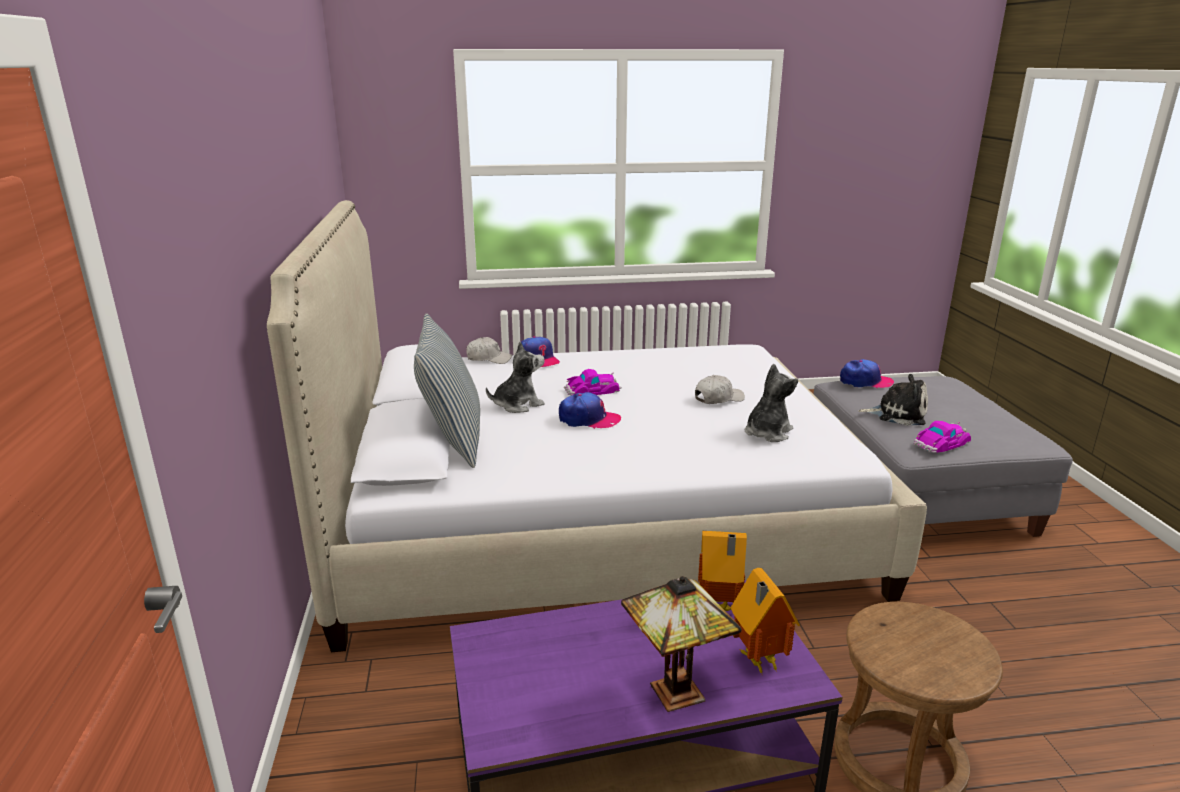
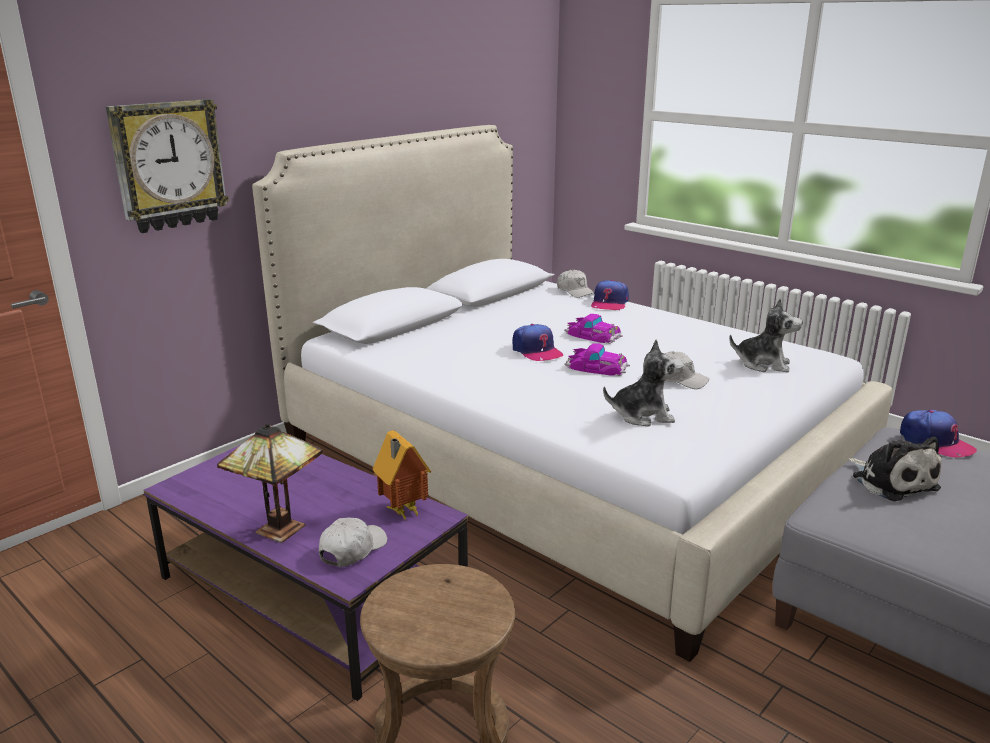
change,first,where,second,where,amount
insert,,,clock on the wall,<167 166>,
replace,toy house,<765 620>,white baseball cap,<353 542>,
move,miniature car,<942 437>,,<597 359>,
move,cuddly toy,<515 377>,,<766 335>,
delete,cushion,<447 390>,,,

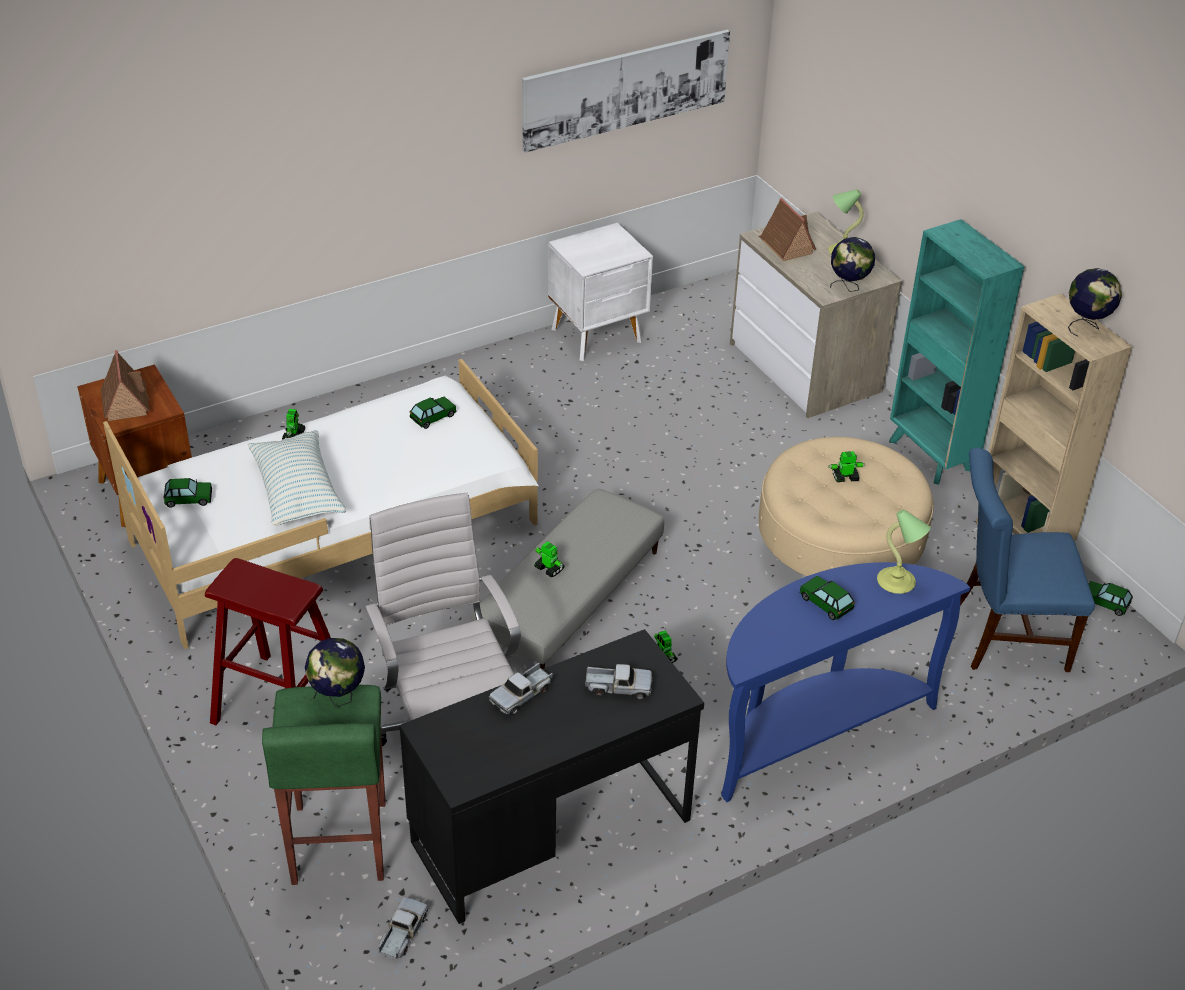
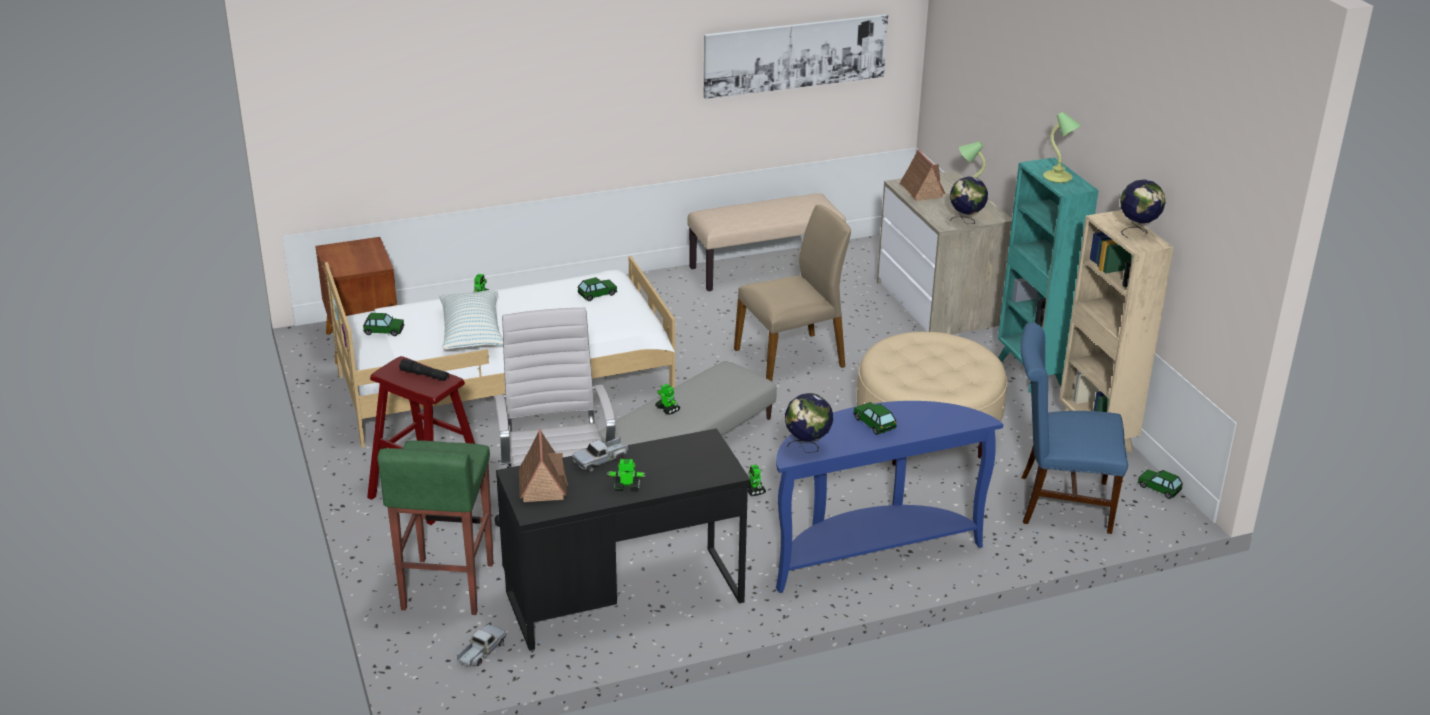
change,first,where,second,where,amount
insert,,,blackish flashlight,<424 370>,
move,toy house,<125 385>,,<543 465>,
move,toy robot,<846 466>,,<626 475>,
replace,white bedside table,<600 292>,beige-coloured long seat,<766 242>,
insert,,,beige-coloured chair,<792 292>,
move,globe,<335 672>,,<809 423>,
move,tabletop lamp,<904 551>,,<1062 147>,
delete,model truck,<619 681>,,,

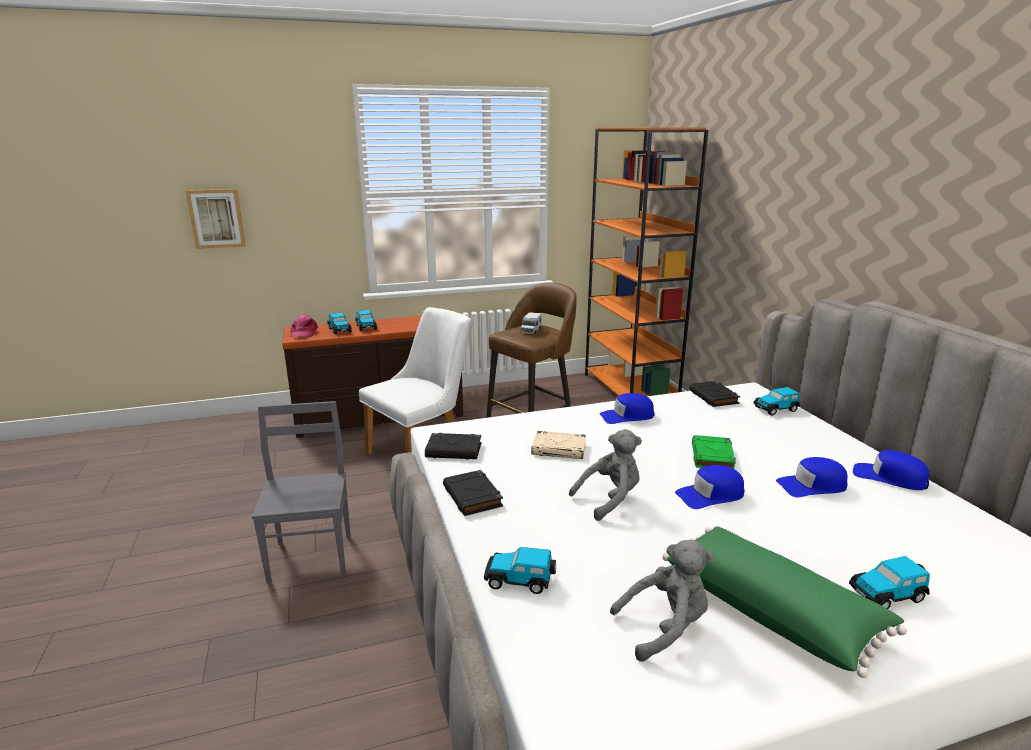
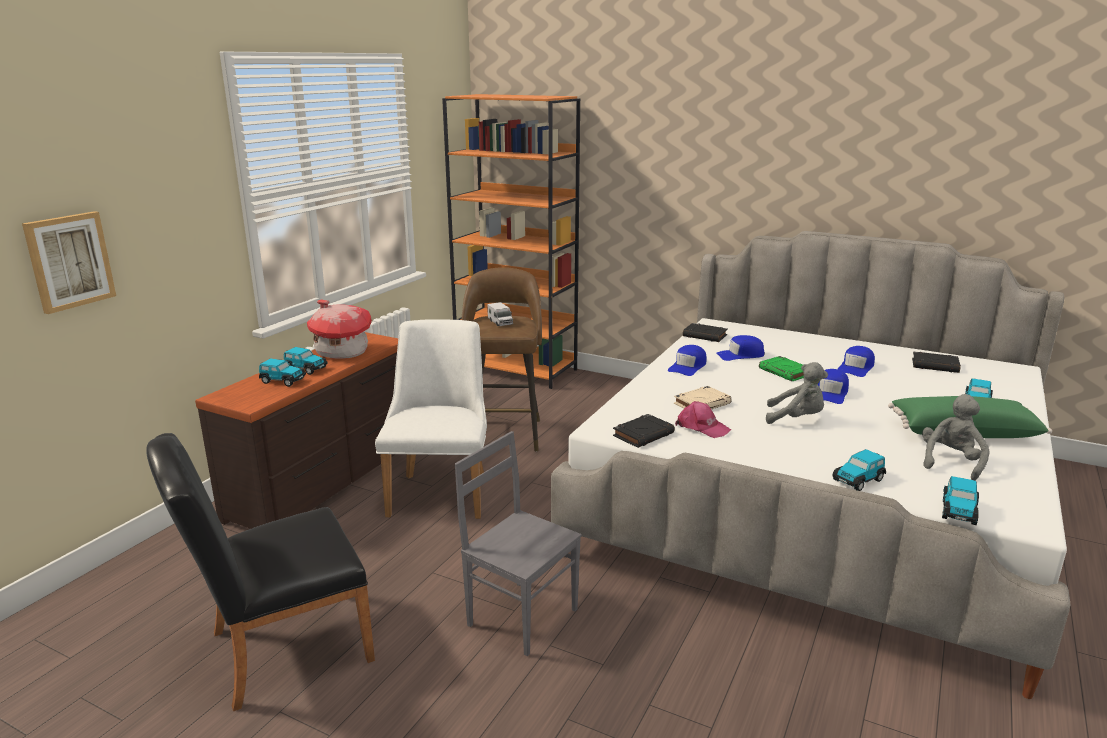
change,first,where,second,where,amount
insert,,,blackish chair,<260 572>,
insert,,,toy house,<339 329>,
move,pinkish baseball cap,<304 326>,,<703 419>,
move,blue-coloured baseball cap,<891 470>,,<740 348>,
rotate,grey cuddly toy,<605 475>,,<797 393>,90 degrees clockwise
move,blackish volume,<473 493>,,<936 362>,
move,miniature car,<777 401>,,<960 500>,

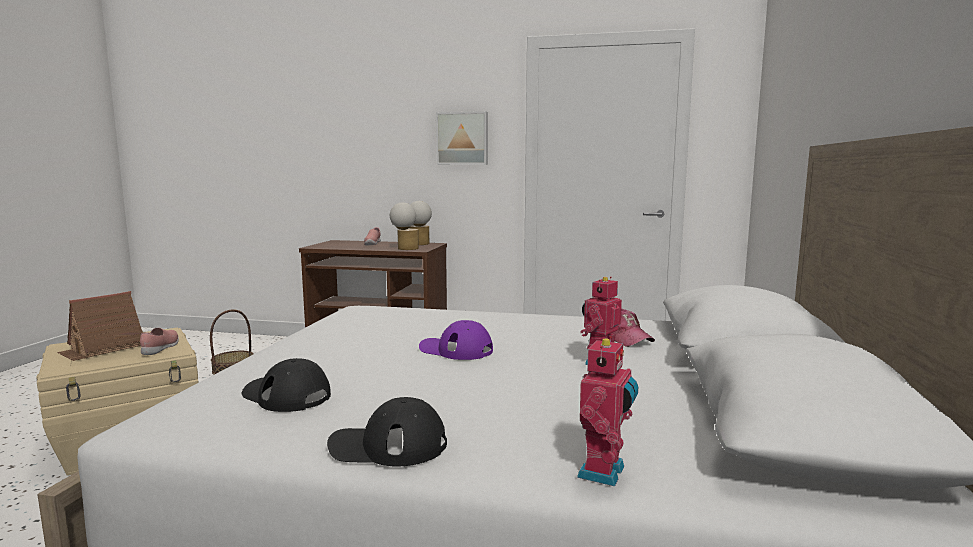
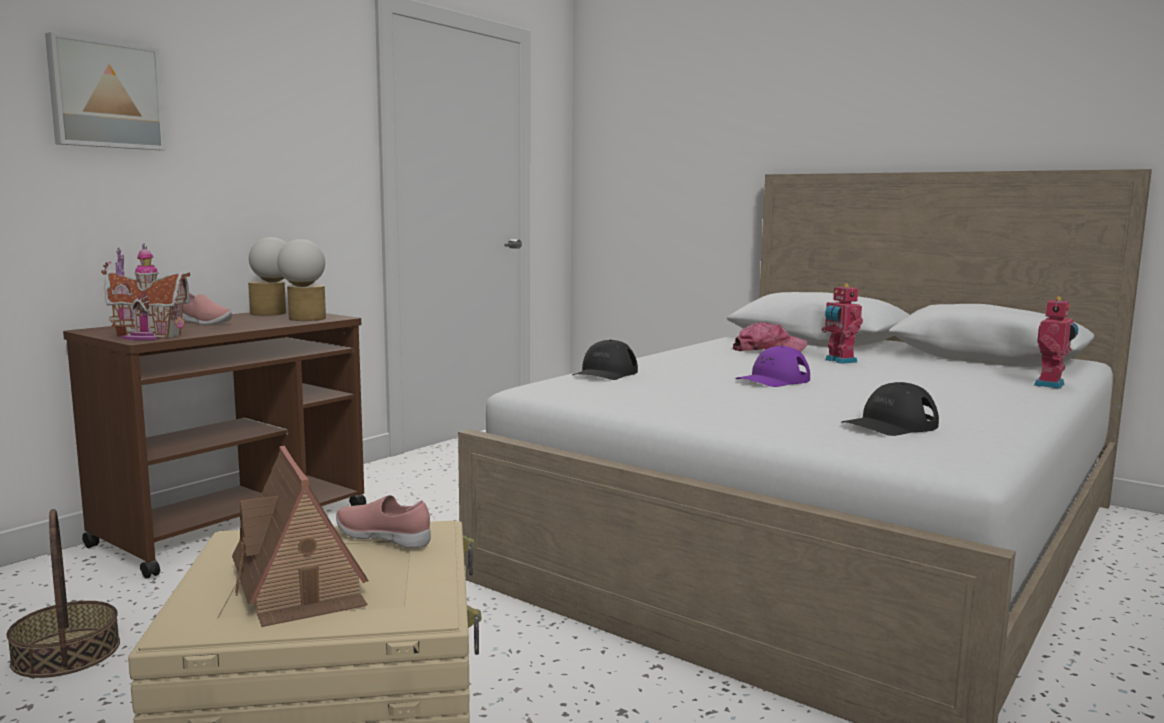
change,first,where,second,where,amount
move,wall picture,<462 138>,,<105 91>,
insert,,,toy house,<146 292>,
move,blackish baseball cap,<387 431>,,<605 360>,
rotate,toy robot,<607 411>,,<1056 342>,75 degrees clockwise

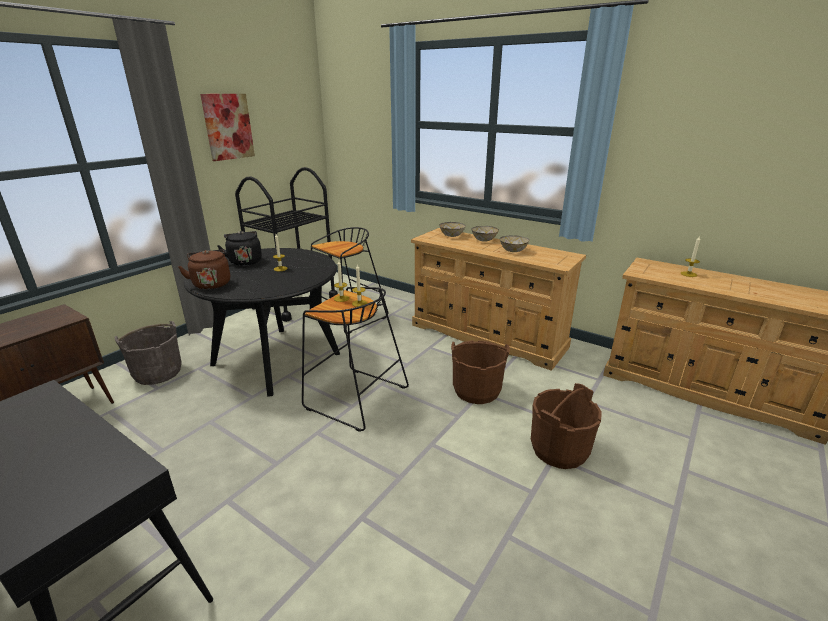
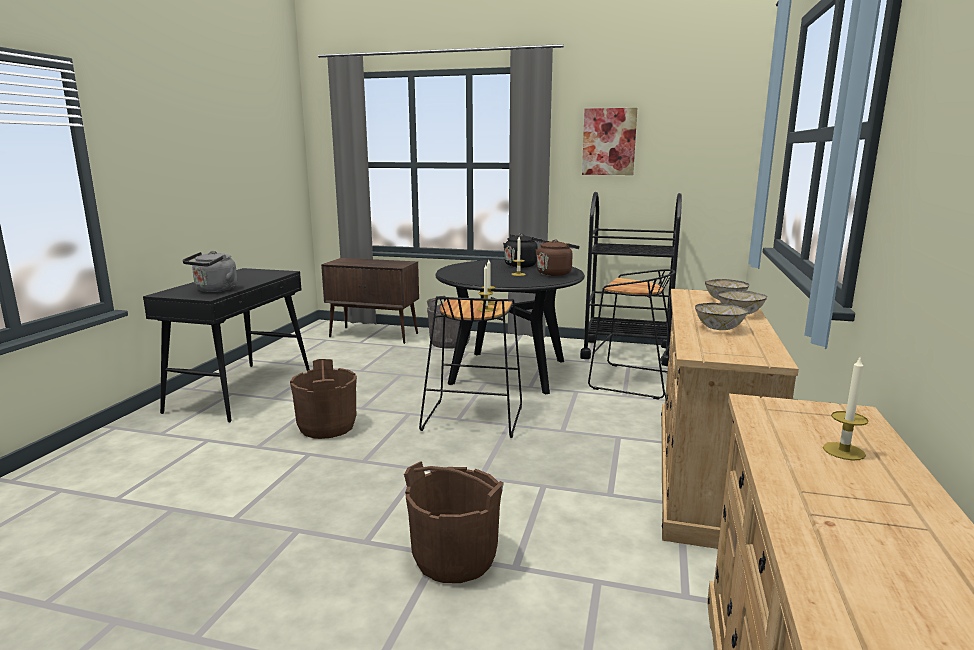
change,first,where,second,where,amount
insert,,,grey tea kettle,<209 271>,
move,brownish water bucket,<480 372>,,<323 399>,
move,brownish tea kettle,<204 269>,,<557 257>,

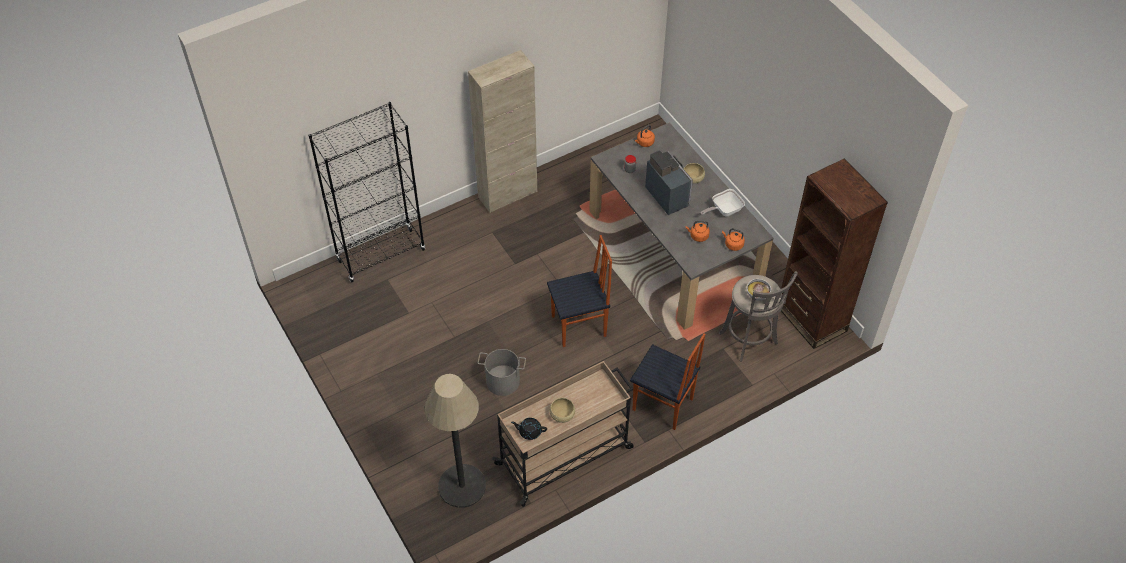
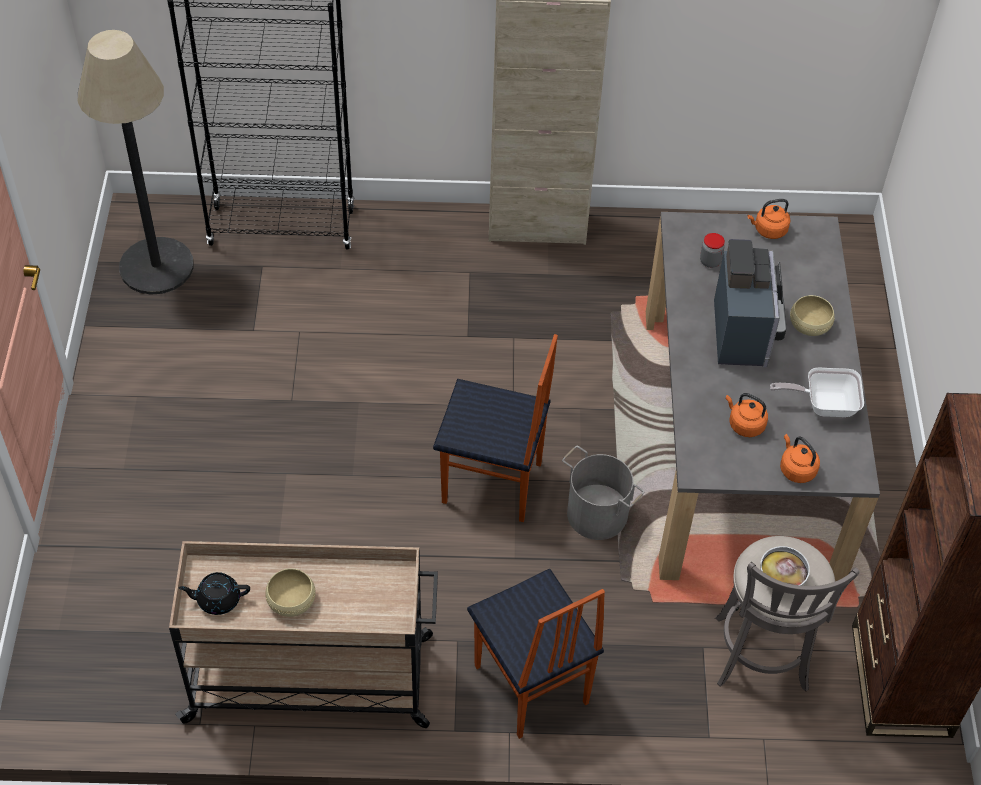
change,first,where,second,where,amount
move,standard lamp,<455 441>,,<135 162>,
rotate,blackish teapot,<529 429>,,<214 593>,45 degrees counterclockwise
move,grey water bucket,<502 372>,,<603 493>,

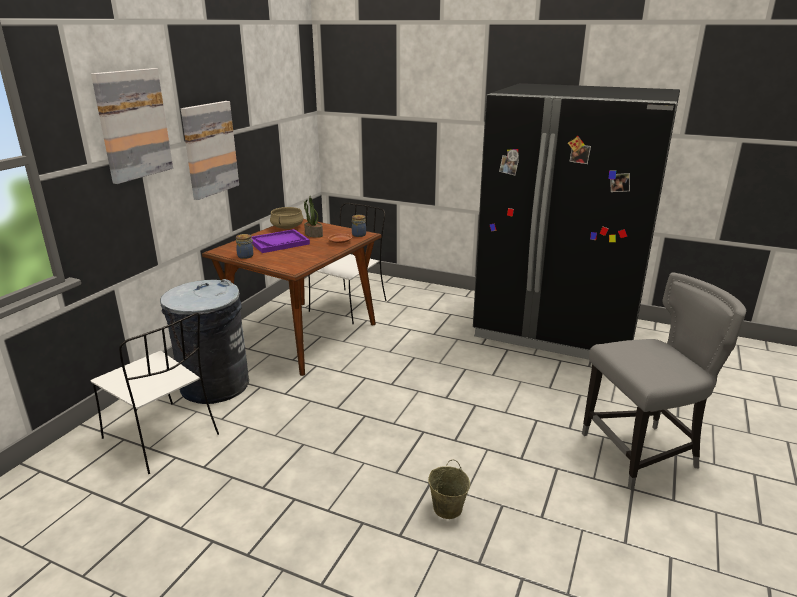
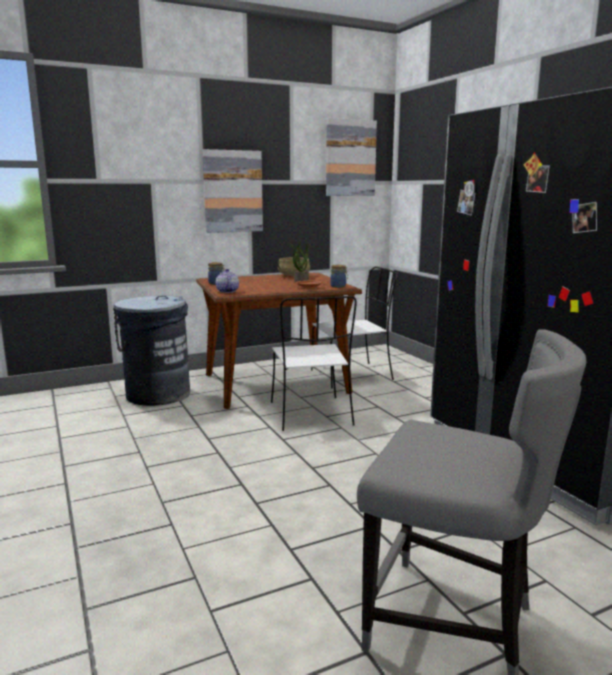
change,first,where,second,where,amount
insert,,,teapot,<227 281>,
move,white chair,<154 393>,,<314 363>,
move,wall picture,<132 126>,,<351 157>,
delete,purplish tray,<280 241>,,,
delete,beige-coloured water bucket,<449 489>,,,

